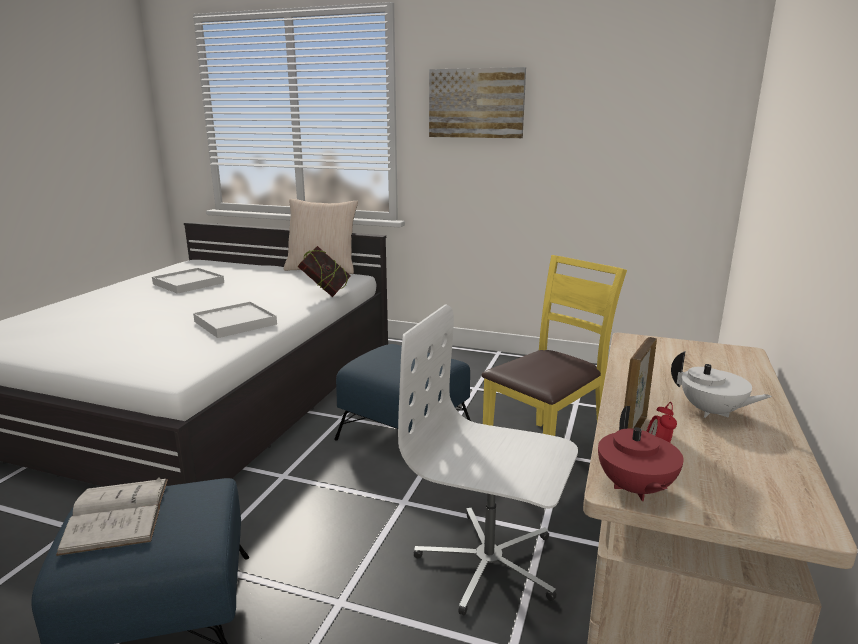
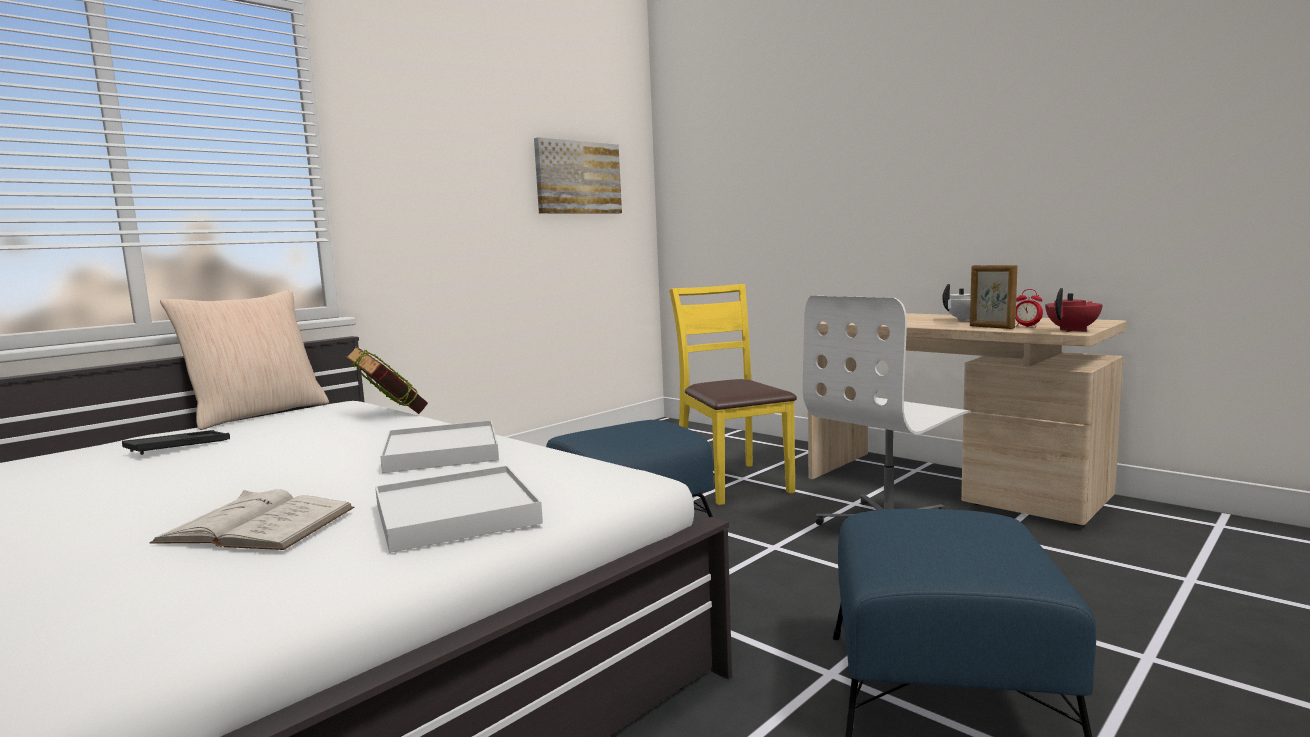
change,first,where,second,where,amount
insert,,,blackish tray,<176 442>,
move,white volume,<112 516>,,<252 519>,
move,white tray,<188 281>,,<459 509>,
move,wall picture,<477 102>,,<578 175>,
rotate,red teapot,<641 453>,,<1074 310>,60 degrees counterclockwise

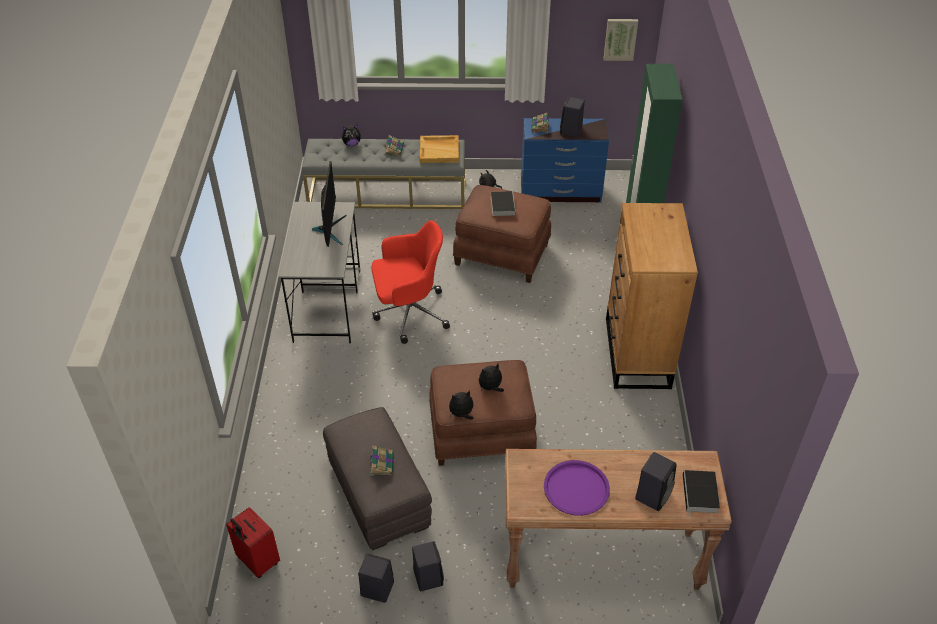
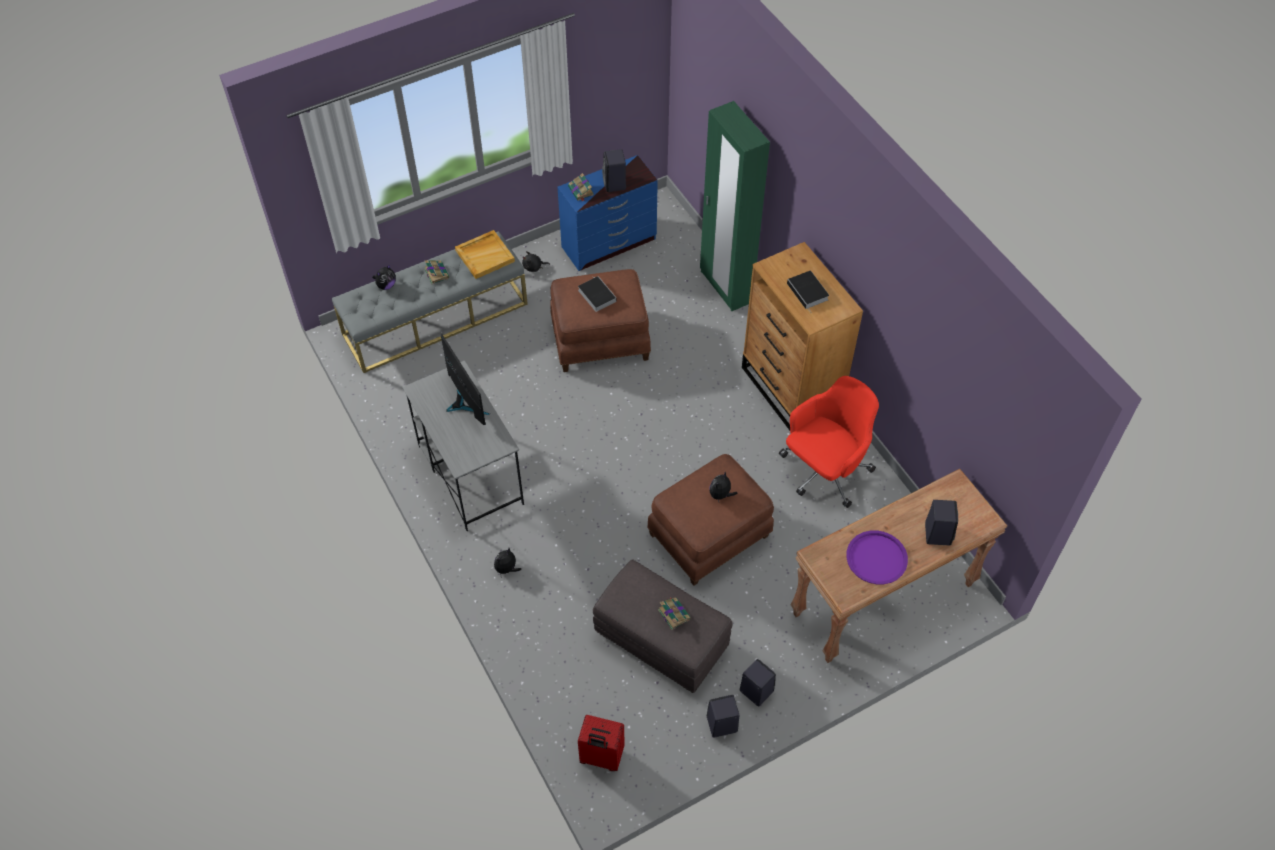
change,first,where,second,where,amount
move,cuddly toy,<461 405>,,<507 563>,
move,red office chair,<411 282>,,<829 442>,
move,volume,<701 494>,,<808 292>,
delete,wall picture,<621 40>,,,

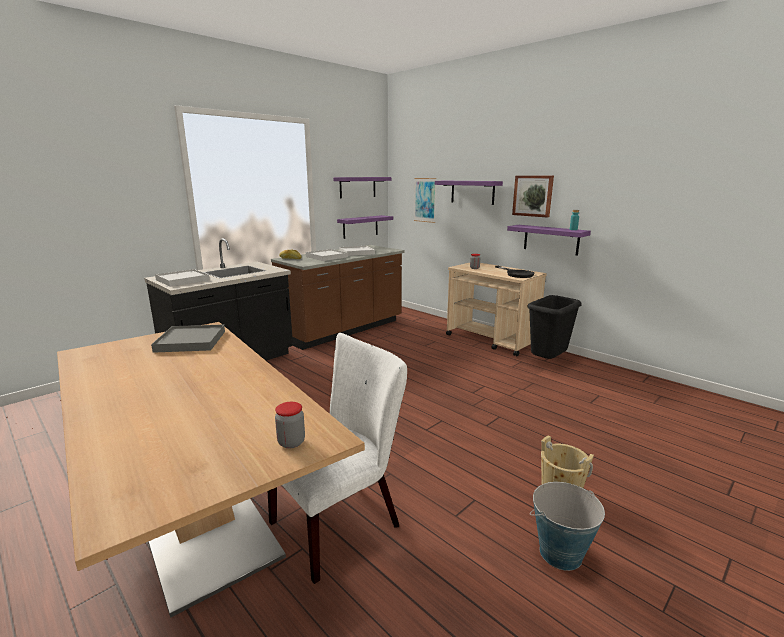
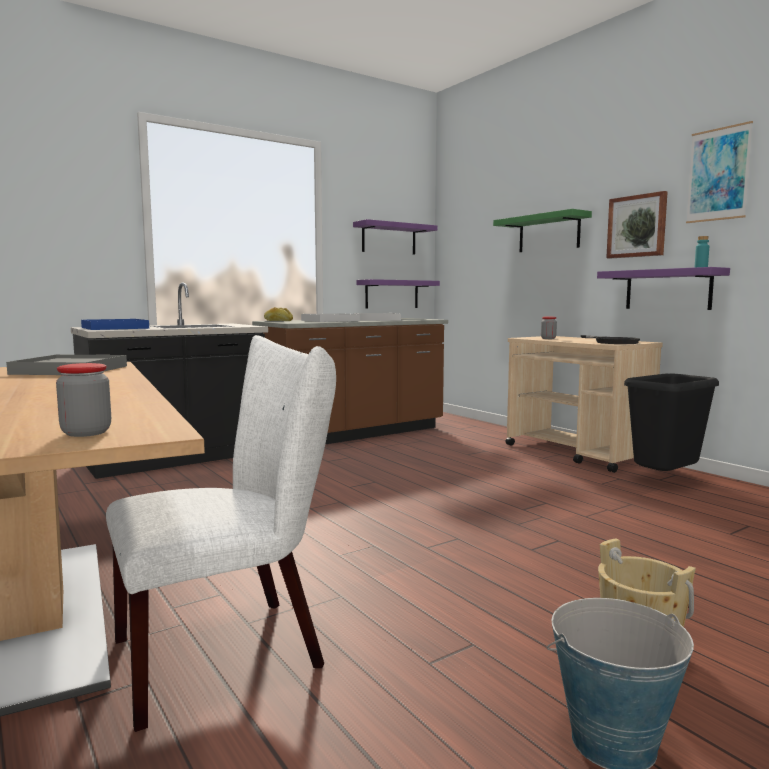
change,first,where,second,where,amount
recolor,white tray,<182 278>,blue-coloured tray,<115 324>,
recolor,purplish wall shelf,<469 193>,green-coloured wall shelf,<542 230>,
move,wall picture,<425 200>,,<719 172>,

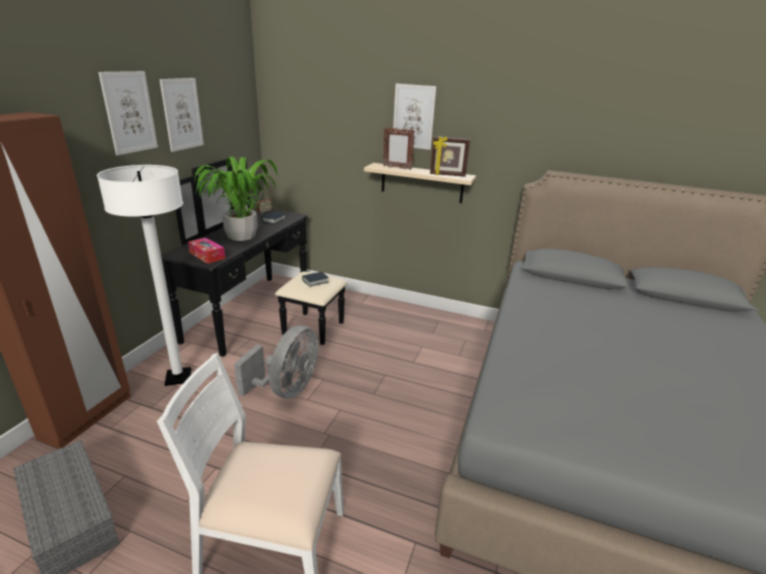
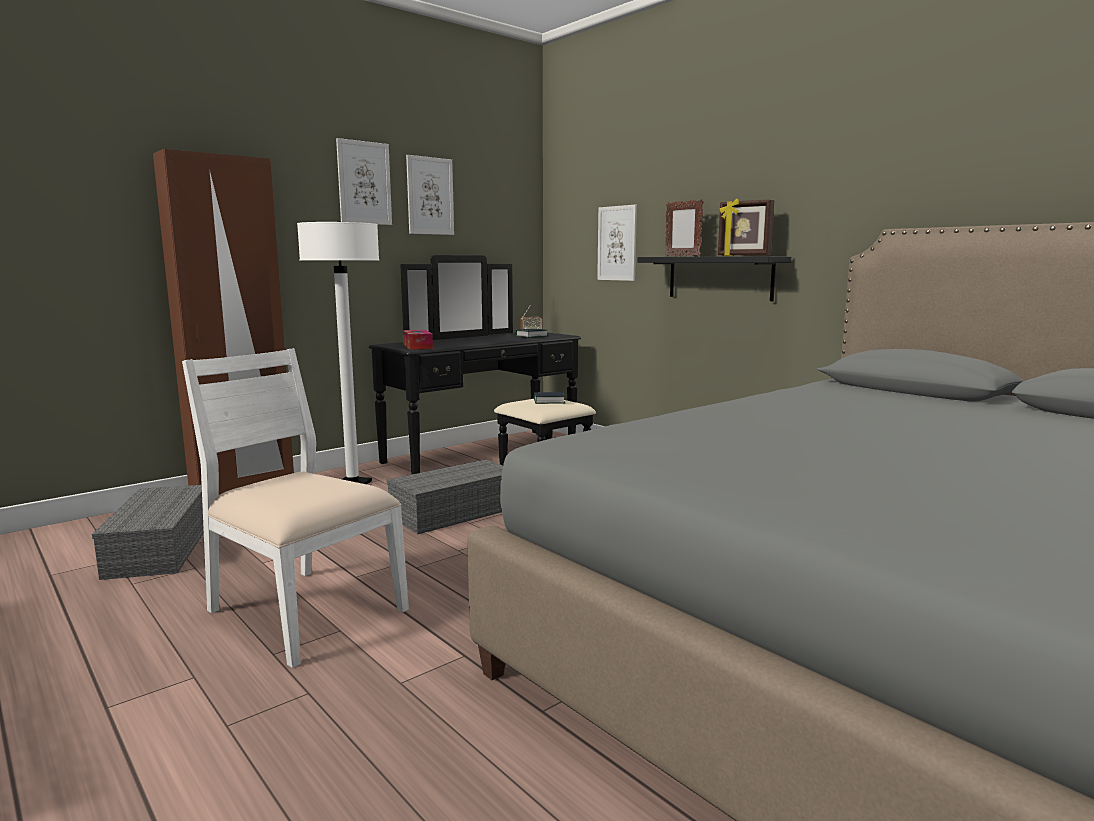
change,first,where,second,where,amount
replace,grey electric fan,<276 362>,grey storage box,<445 496>,
move,wall picture,<415 117>,,<617 243>,
recolor,beige-coloured wall shelf,<420 183>,blackish wall shelf,<714 278>,
delete,potted plant,<236 198>,,,

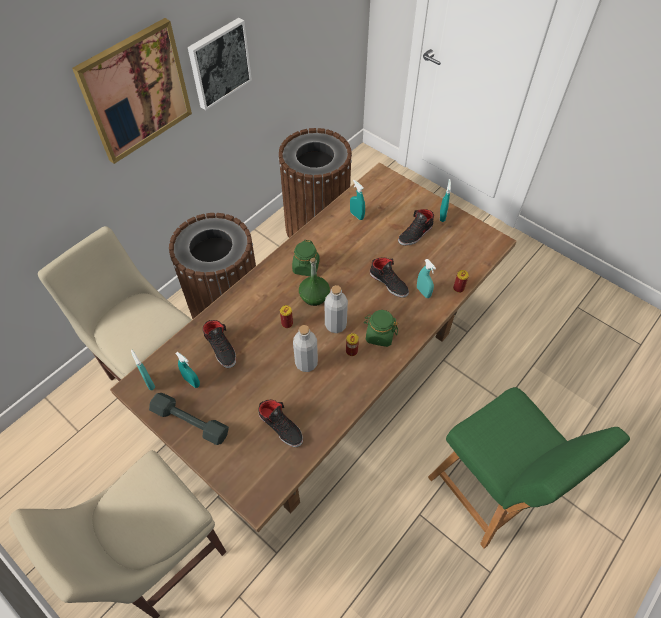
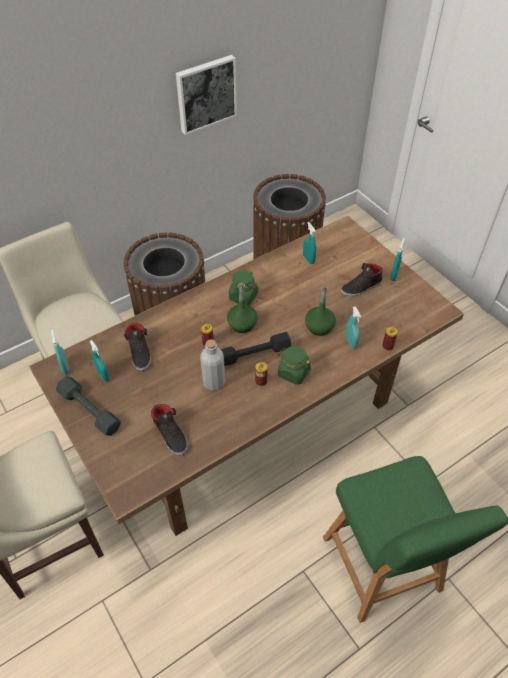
change,first,where,second,where,amount
replace,grey bottle,<336 309>,blackish dumbbell,<255 349>,
replace,blackish shoe,<389 277>,green-coloured bottle,<320 310>,
delete,wall picture,<132 91>,,,

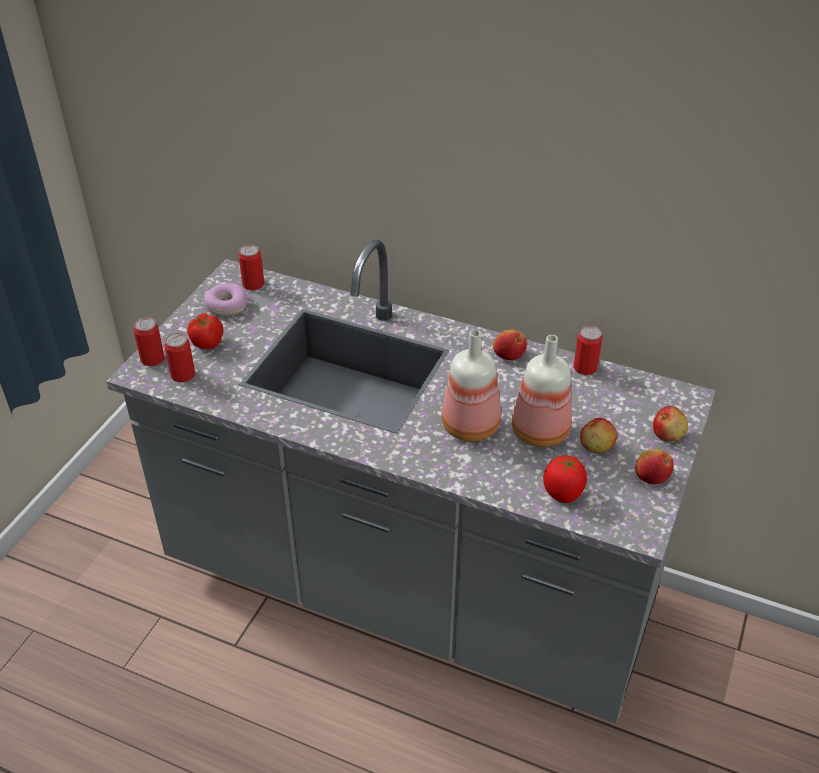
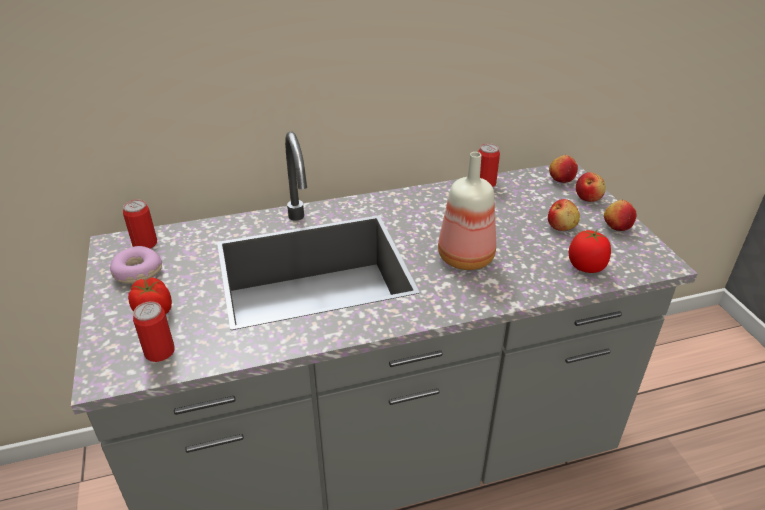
change,first,where,second,where,amount
move,apple fruit,<510 345>,,<563 169>,
delete,can,<149 341>,,,
delete,bottle,<541 391>,,,

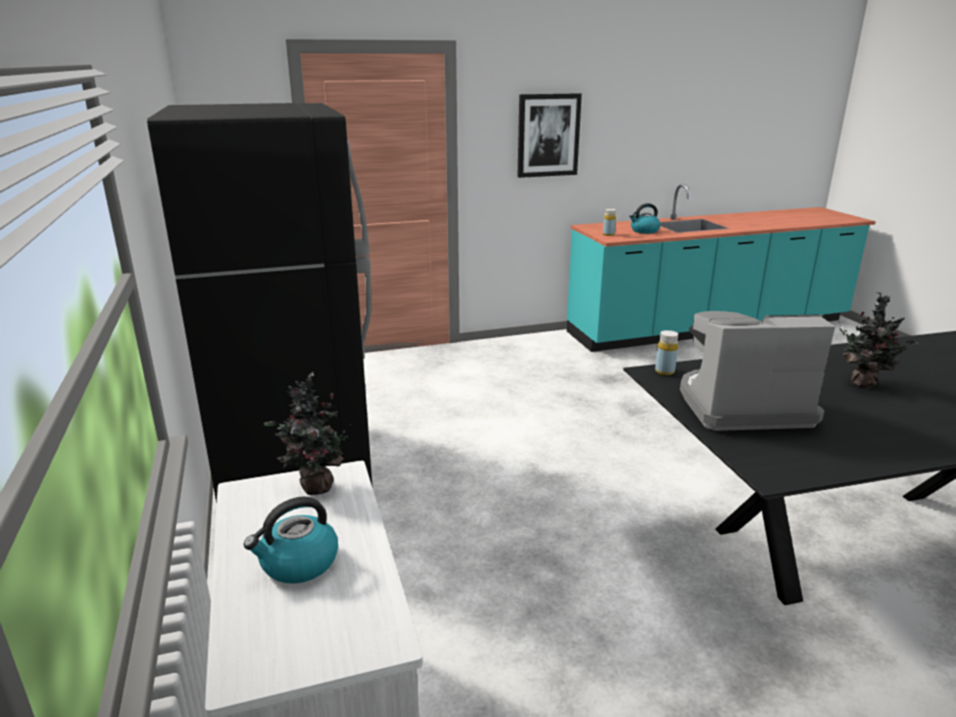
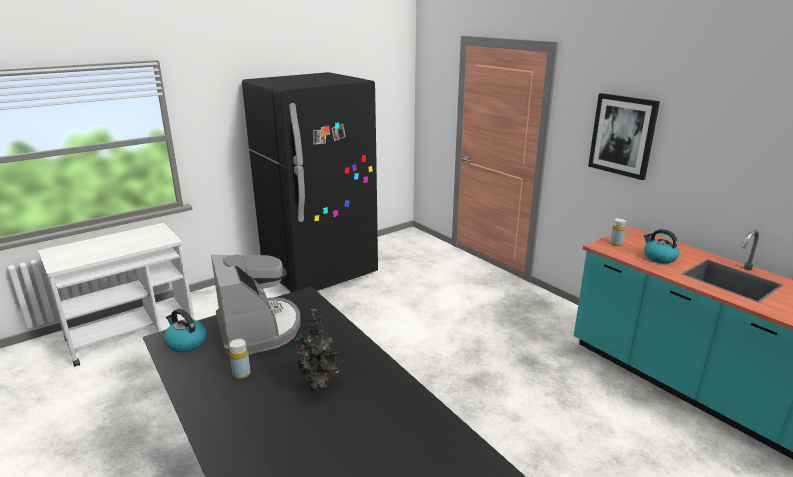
change,first,where,second,where,amount
move,tea kettle,<291 540>,,<185 330>,
move,yellow-coloured bottle,<666 352>,,<240 359>,
delete,potted plant,<309 433>,,,

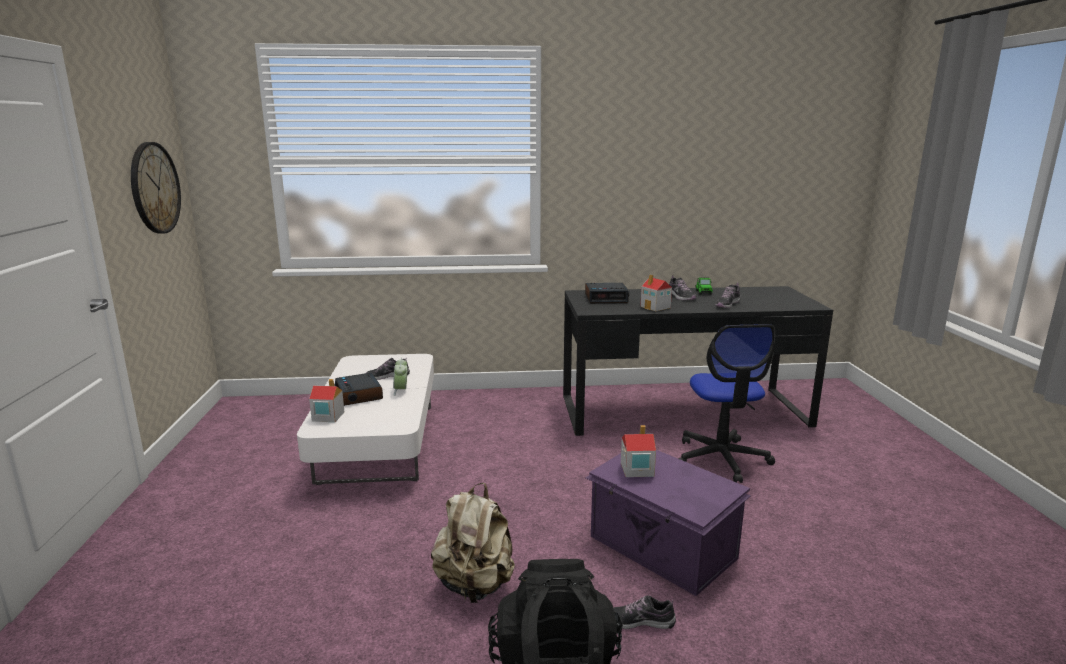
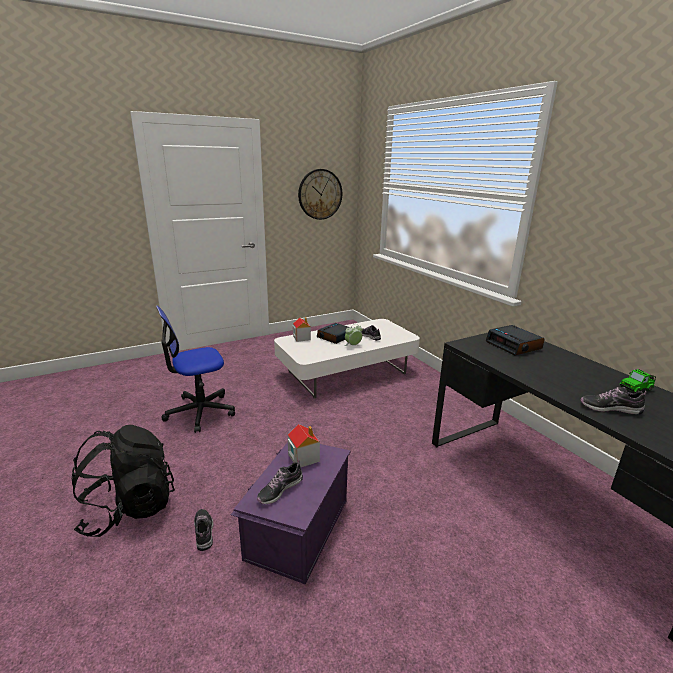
change,first,where,second,where,amount
move,office chair,<726 403>,,<195 369>,
move,shoe,<682 287>,,<280 481>,
delete,beige-coloured rucksack,<473 543>,,,
delete,toy house,<656 293>,,,

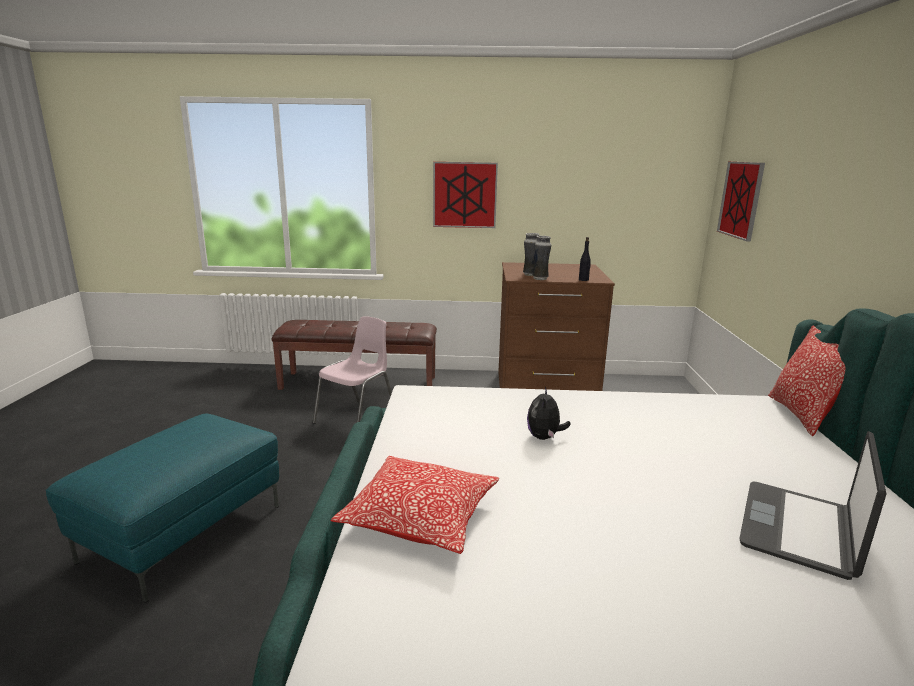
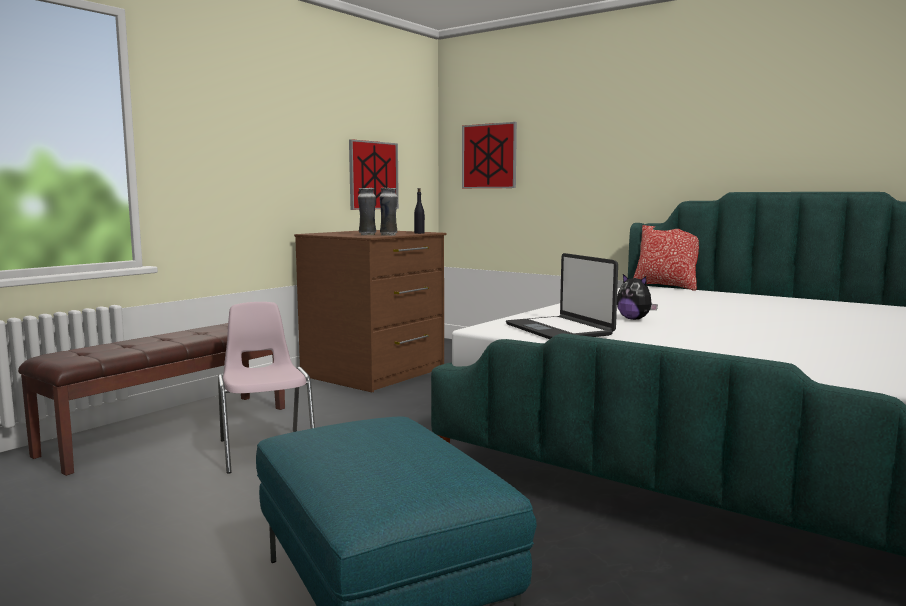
change,first,where,second,where,amount
move,wall picture,<465 195>,,<374 174>,
move,laptop,<813 505>,,<562 296>,
delete,cushion,<415 505>,,,

